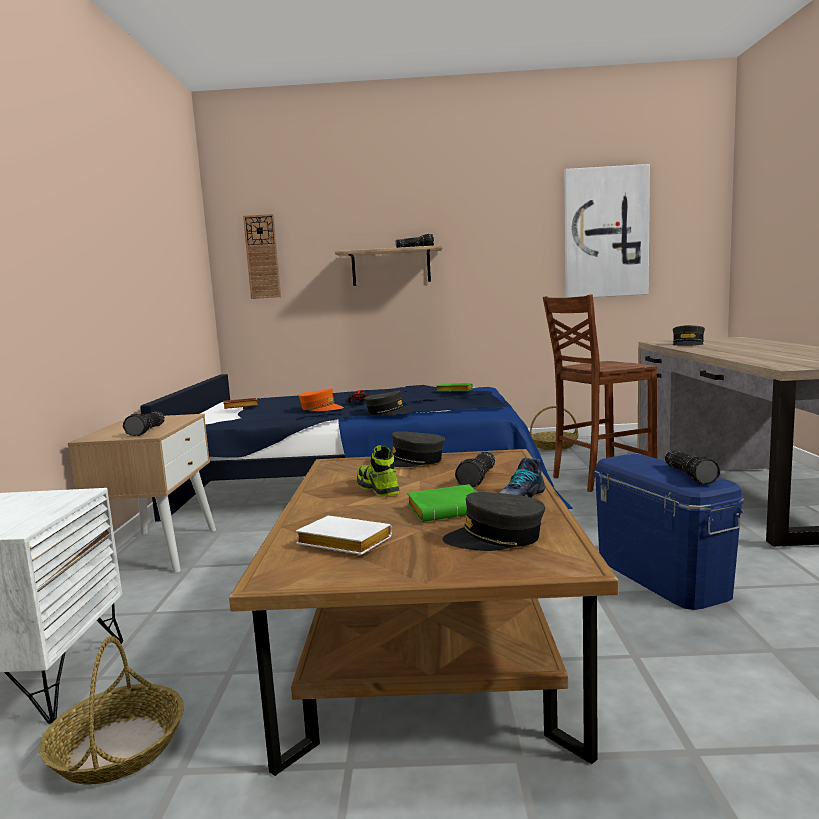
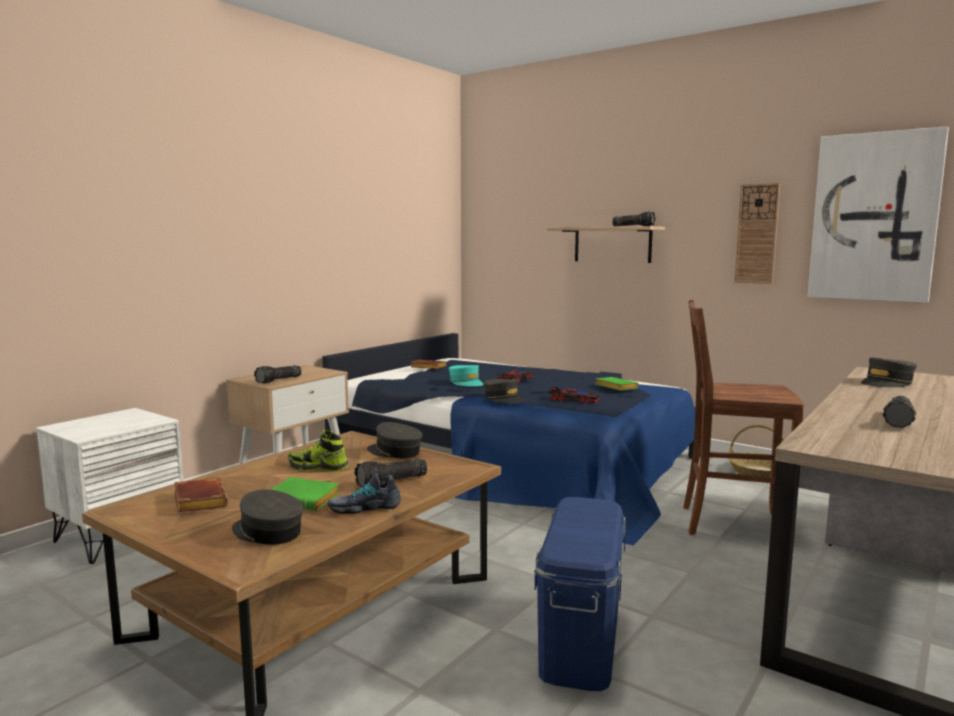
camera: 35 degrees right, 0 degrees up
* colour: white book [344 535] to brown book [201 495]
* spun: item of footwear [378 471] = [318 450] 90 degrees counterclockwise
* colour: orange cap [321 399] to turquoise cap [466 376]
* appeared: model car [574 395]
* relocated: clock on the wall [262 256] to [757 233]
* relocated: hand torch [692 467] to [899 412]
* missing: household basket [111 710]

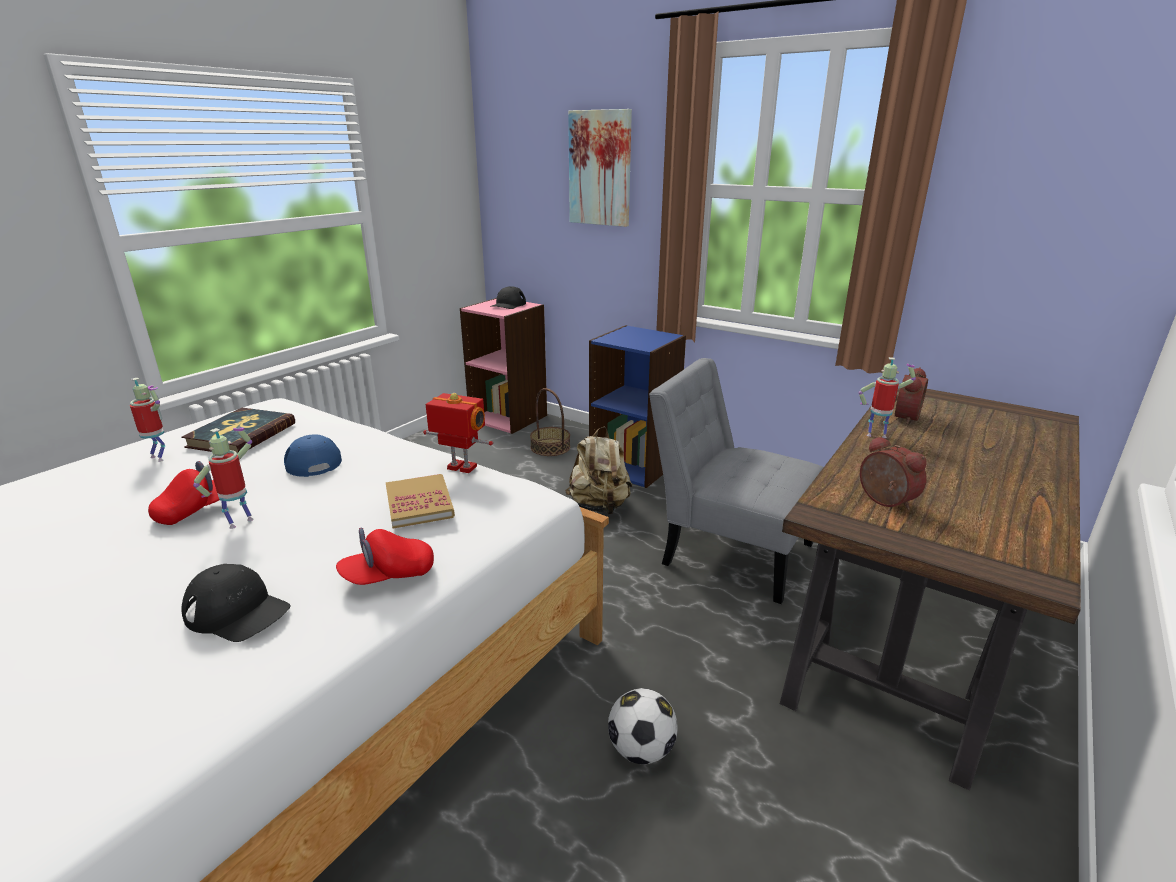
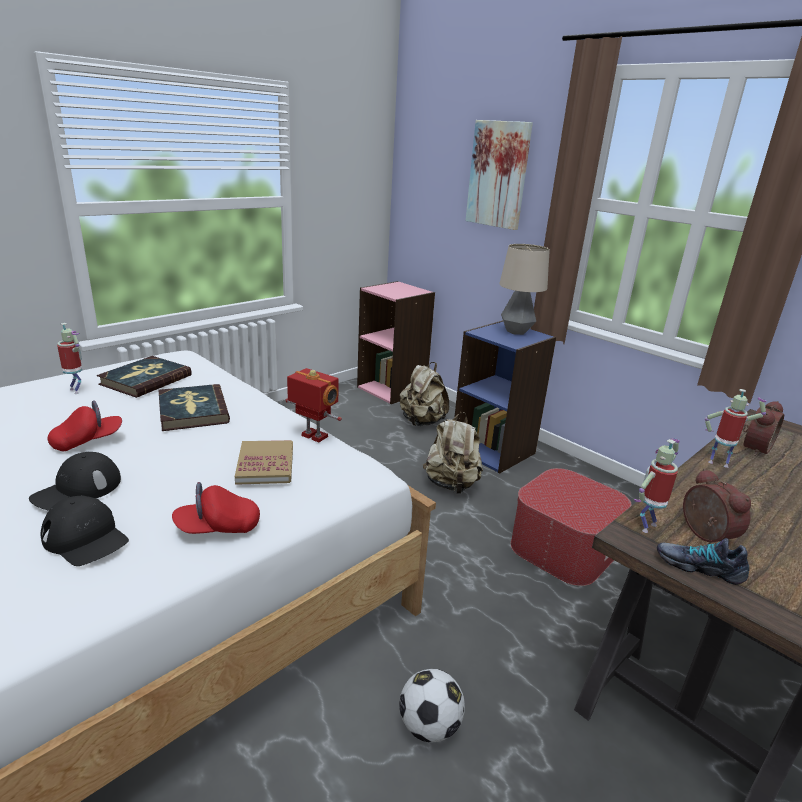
camera: 10 degrees right, 0 degrees up
* relocated: black-coloured cap [508 297] to [75 481]
* exchanged: bluish cap [313 456] to book [194 407]
* exchanged: household basket [550 422] to sand-coloured rucksack [424 394]
* appeared: tabletop lamp [524 289]
* exchanged: grey upright chair [736 481] to ottoman [571 527]
* relocated: toy robot [223 478] to [657 485]
* appeared: item of footwear [703 561]

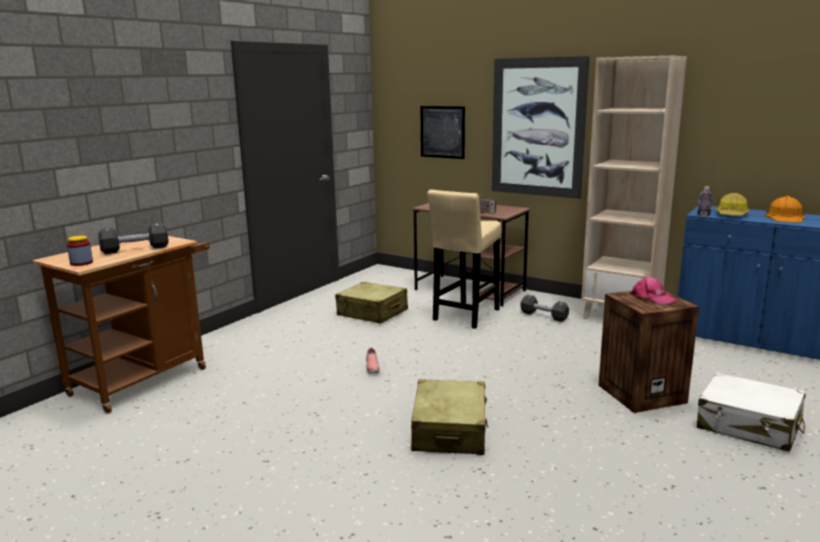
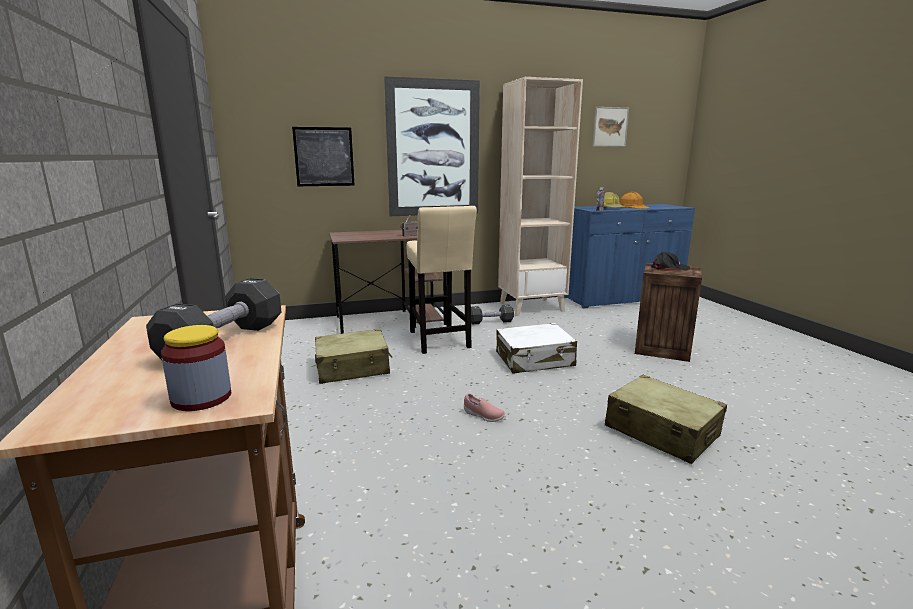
camera: 50 degrees left, 0 degrees up
* relocated: white suitcase [751 412] to [536 348]
* appeared: picture [611 127]
* colour: pink cap [653 290] to black-coloured cap [670 261]

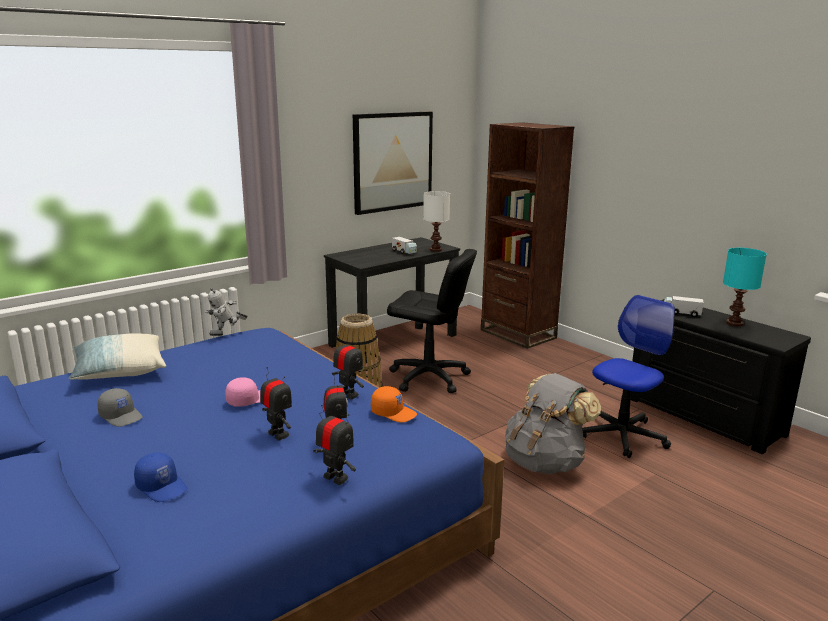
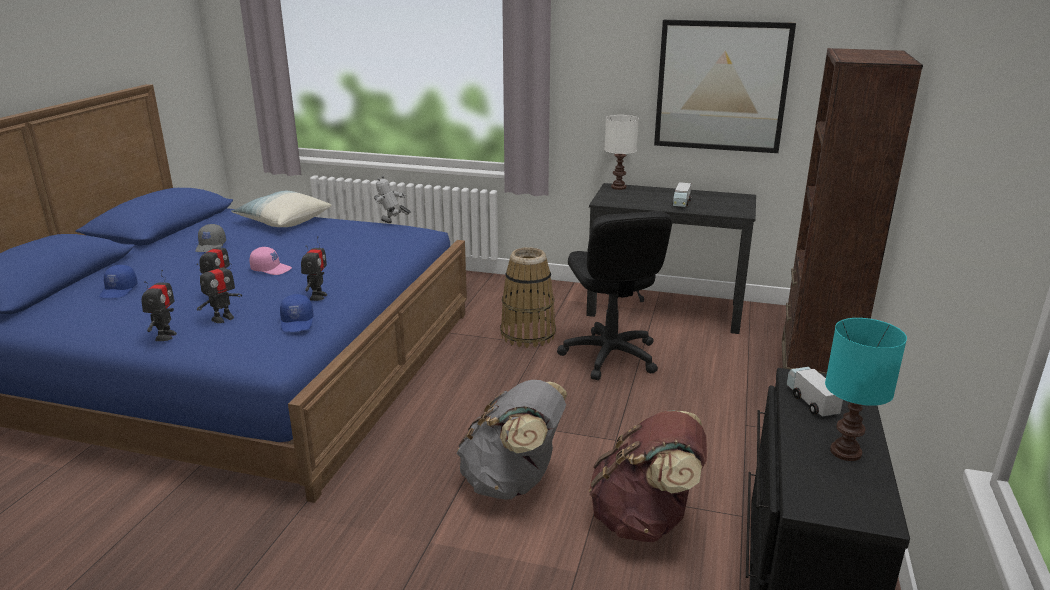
camera: 55 degrees right, 5 degrees up
* colour: orange cap [394 404] to bluish cap [297 313]
* exchanged: computer chair [628 376] to brown rucksack [648 476]
* relocated: white tabletop lamp [436 221] to [621 152]

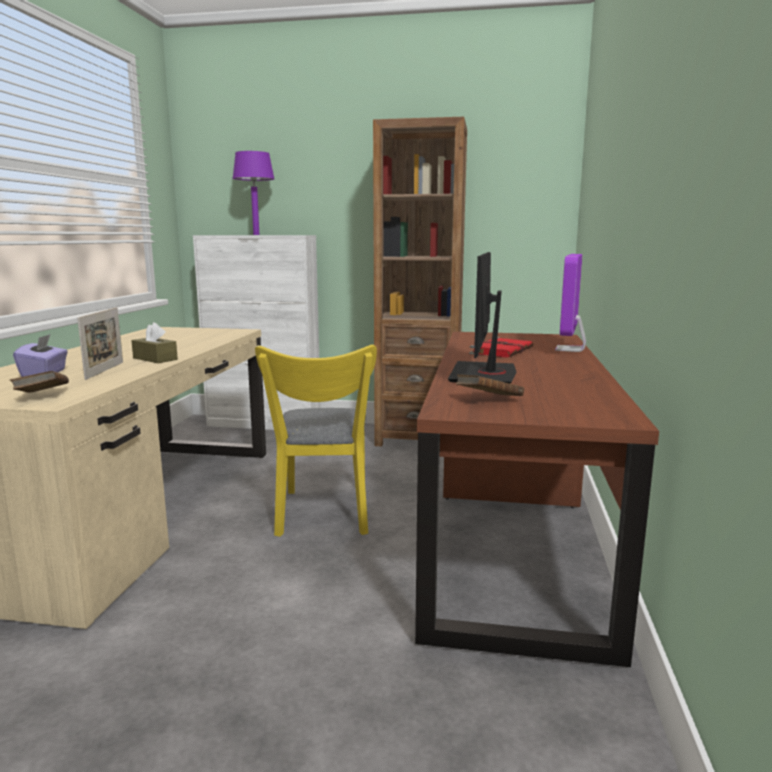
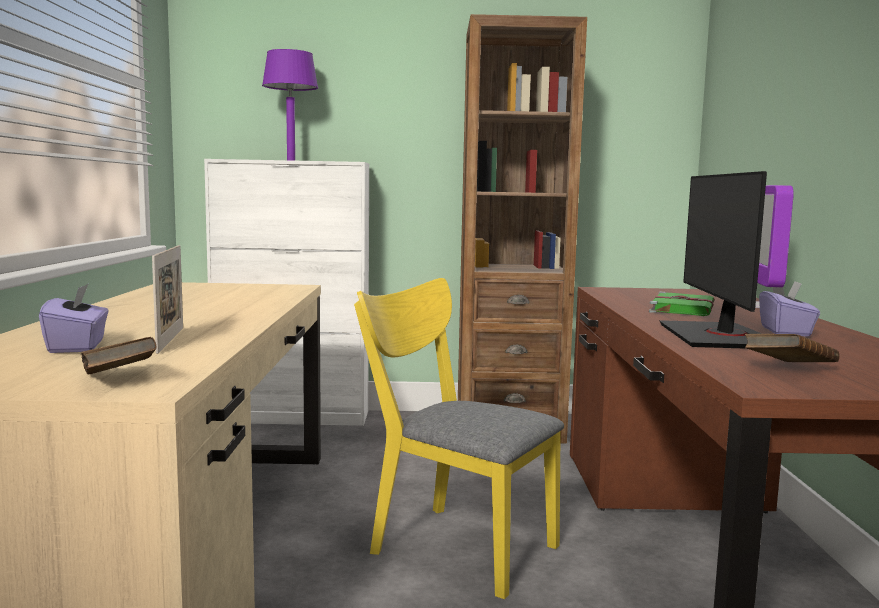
camera: 10 degrees left, 5 degrees down
* spun: yellow-coloured upright chair [316 441] = [459 438] 135 degrees clockwise
* colour: reddish book [501 347] to green book [682 304]
* appeared: purple tissue holder [789 309]
* missing: brown tissue holder [154 342]

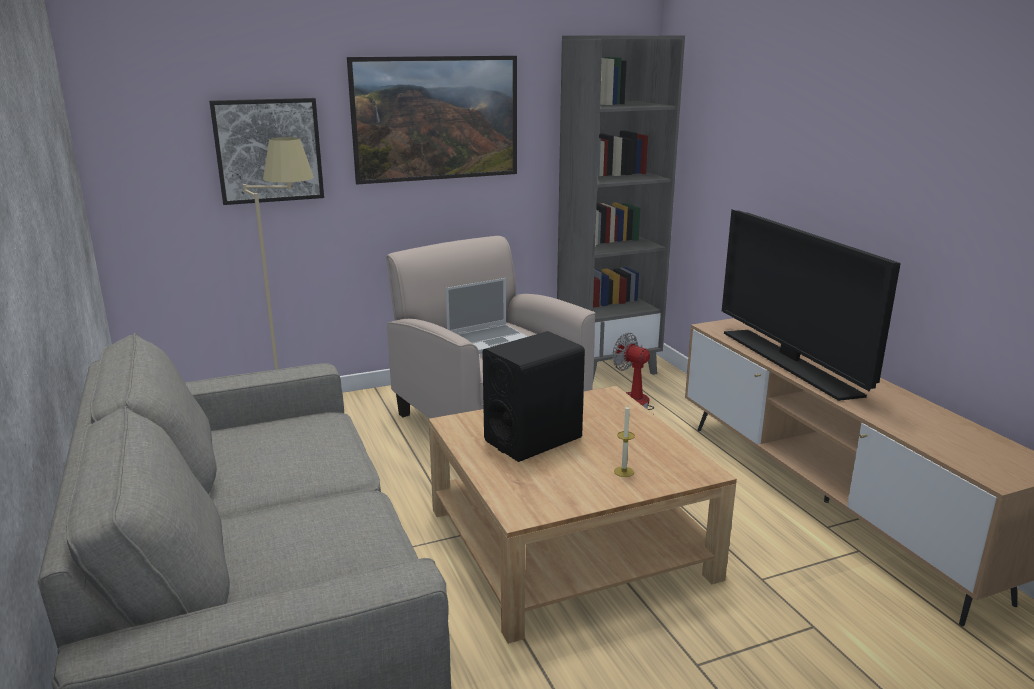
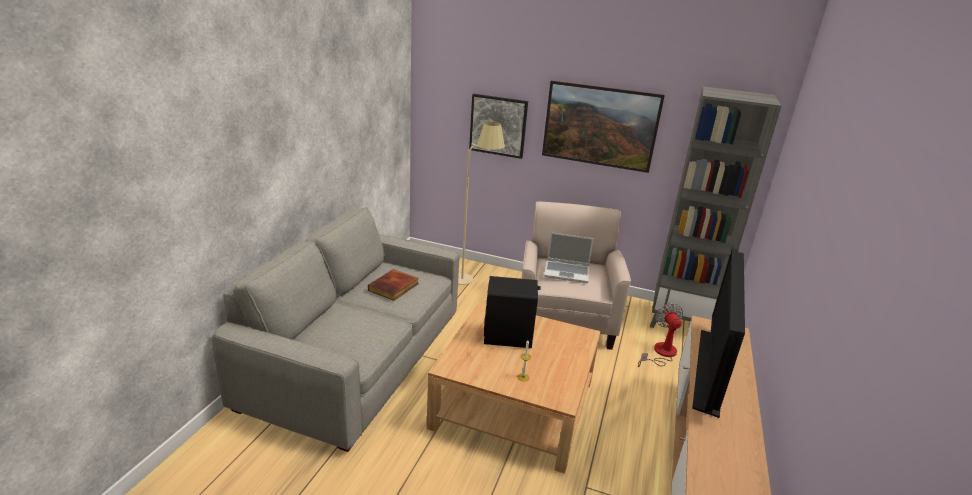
camera: 40 degrees right, 5 degrees up
* appeared: book [393 285]

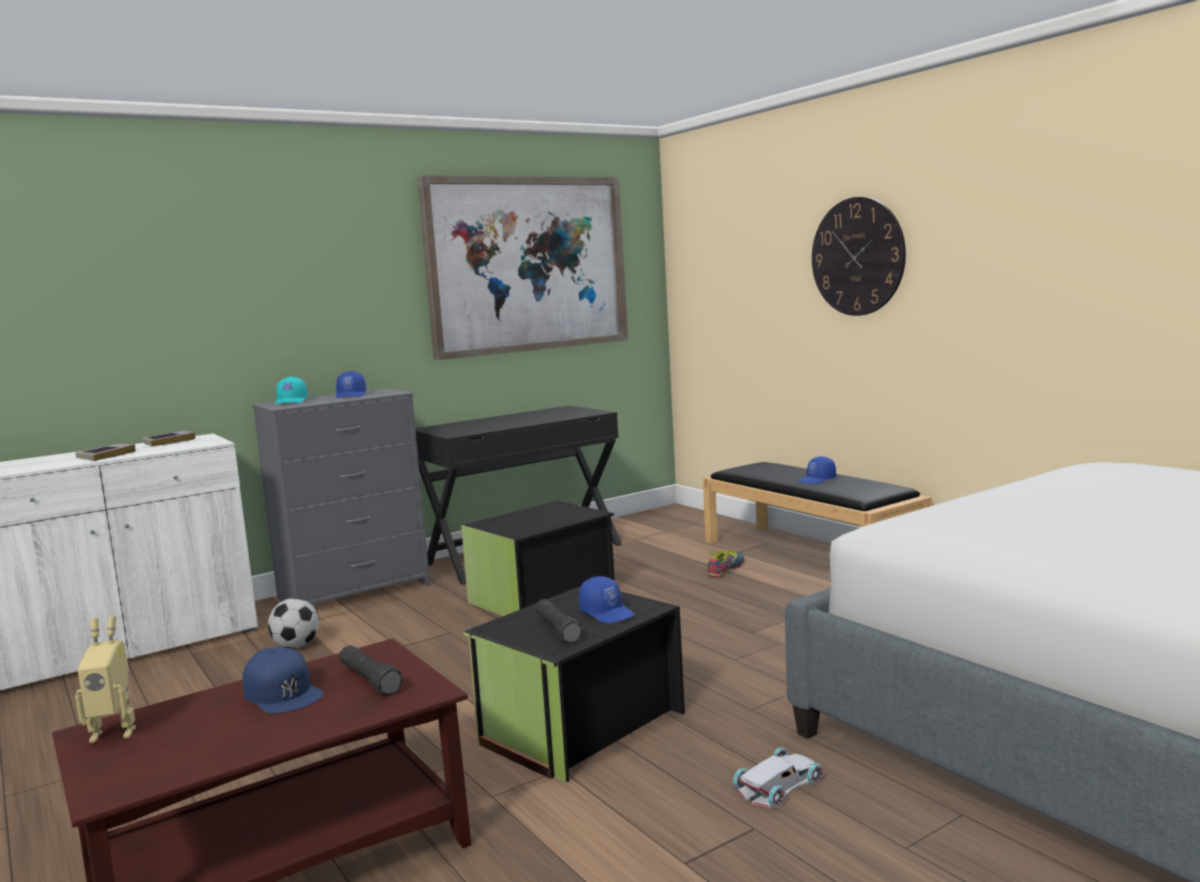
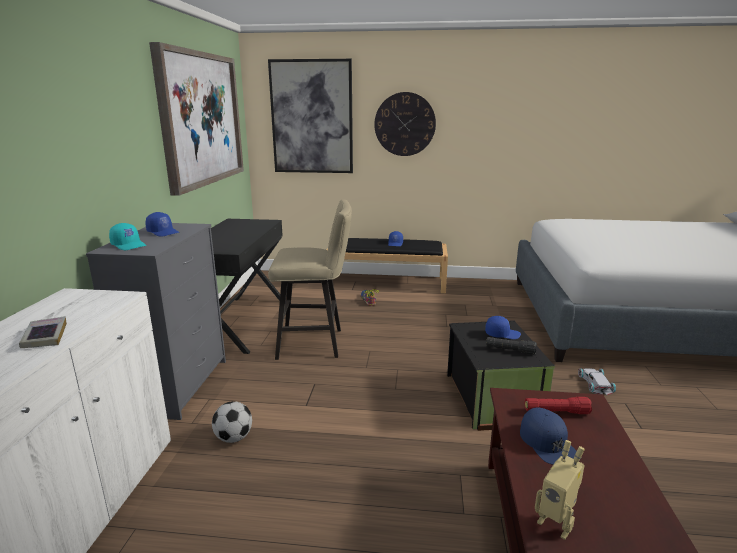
camera: 50 degrees left, 10 degrees up
* appeared: picture [310 116]
* exchanged: black-coloured storage box [538 558] to sand-coloured stool [310 280]
* spun: bluish cap [283 680] = [548 436] 75 degrees clockwise
* colour: black-coloured hand torch [371 670] to reddish hand torch [558 405]
* spun: toy robot [105 679] = [560 490] 105 degrees clockwise
* missing: book [168 439]

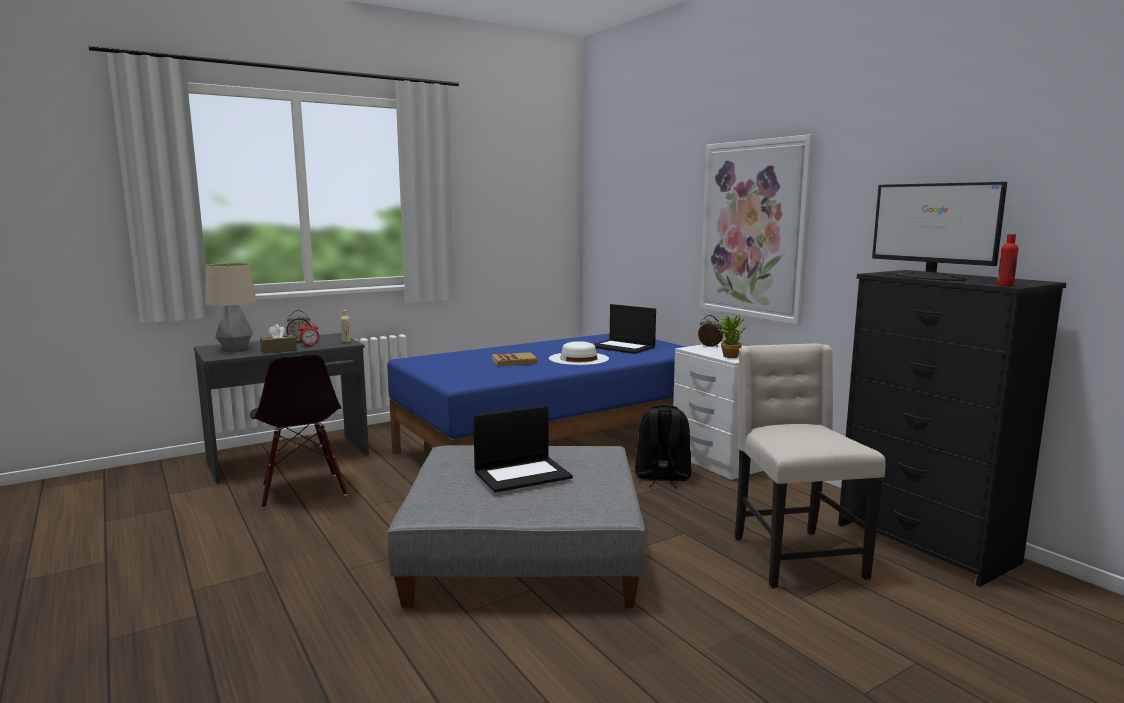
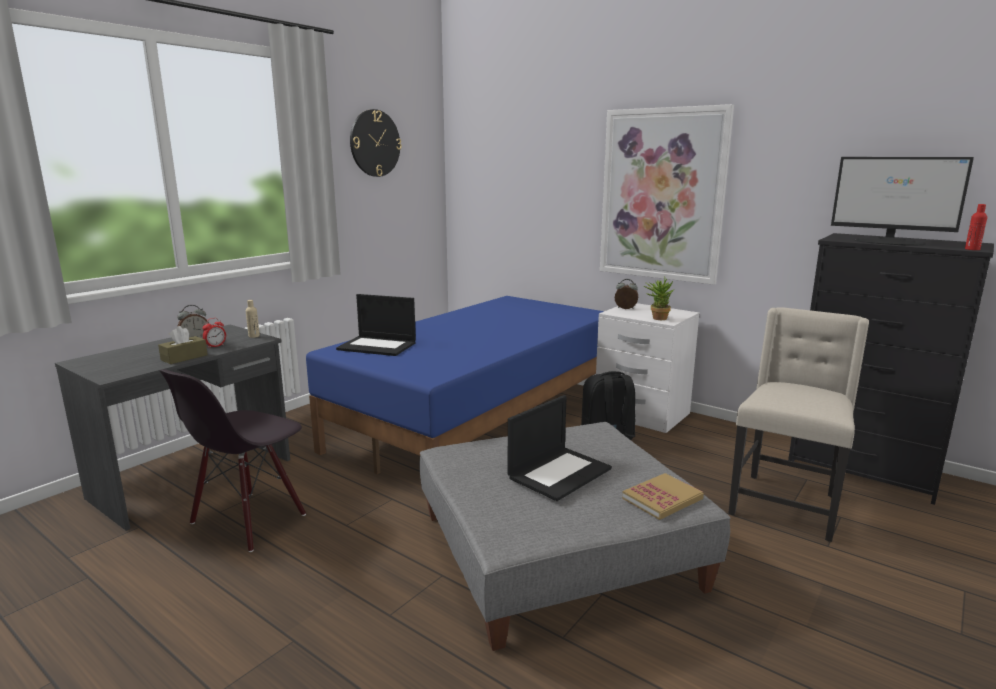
camera: 20 degrees left, 5 degrees up
* spun: black-coloured upright chair [299 431] = [232 460] 75 degrees clockwise
* relocated: portable computer [625 329] to [376 325]
* appeared: clock on the wall [376 143]
* relocated: book [515 359] to [663 496]
* spun: sand-coloured upright chair [810 466] = [798 424] 60 degrees clockwise
* missing: tabletop lamp [231 307]
* missing: white clothing hat [579 353]

